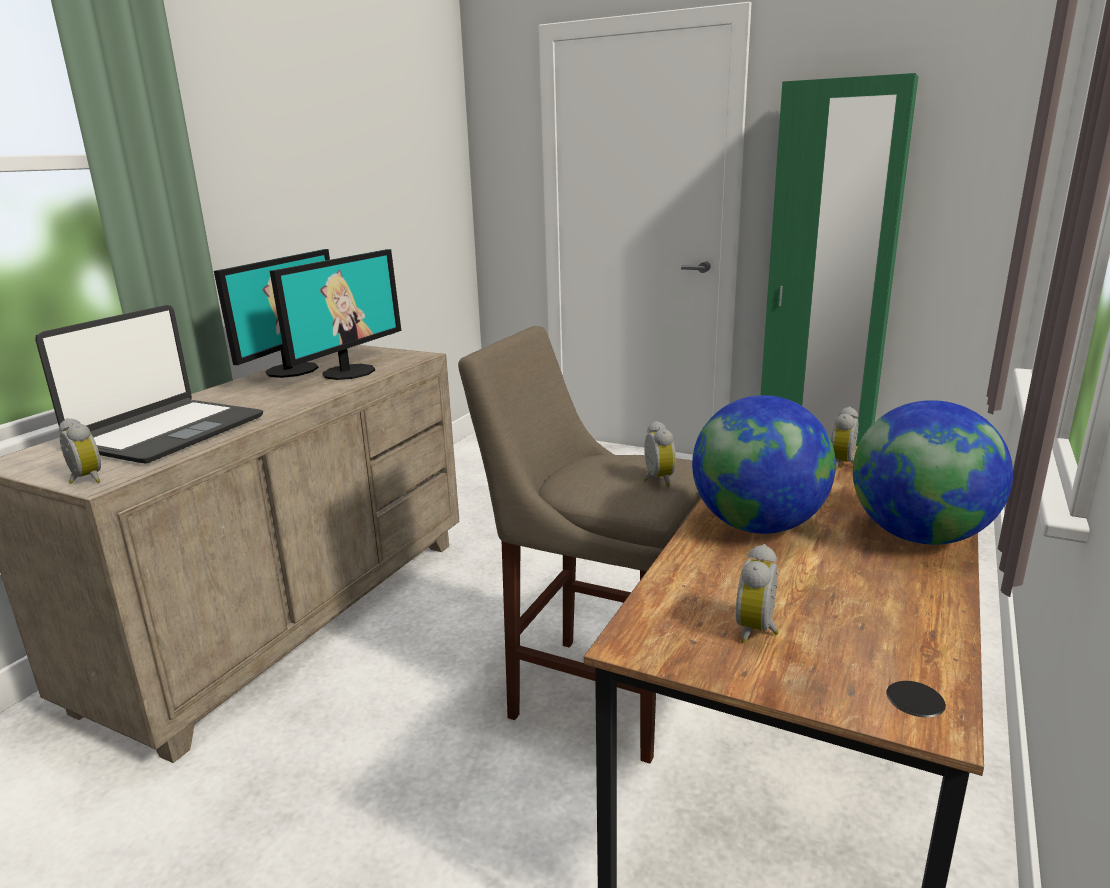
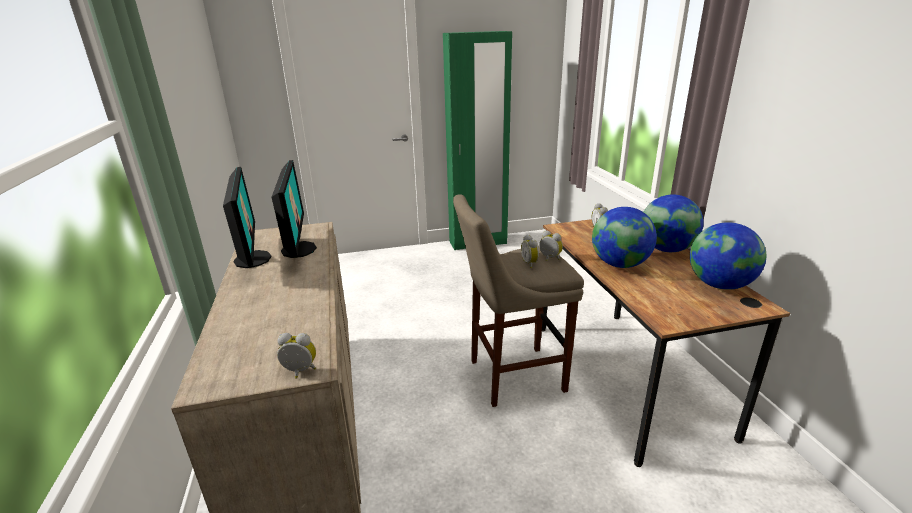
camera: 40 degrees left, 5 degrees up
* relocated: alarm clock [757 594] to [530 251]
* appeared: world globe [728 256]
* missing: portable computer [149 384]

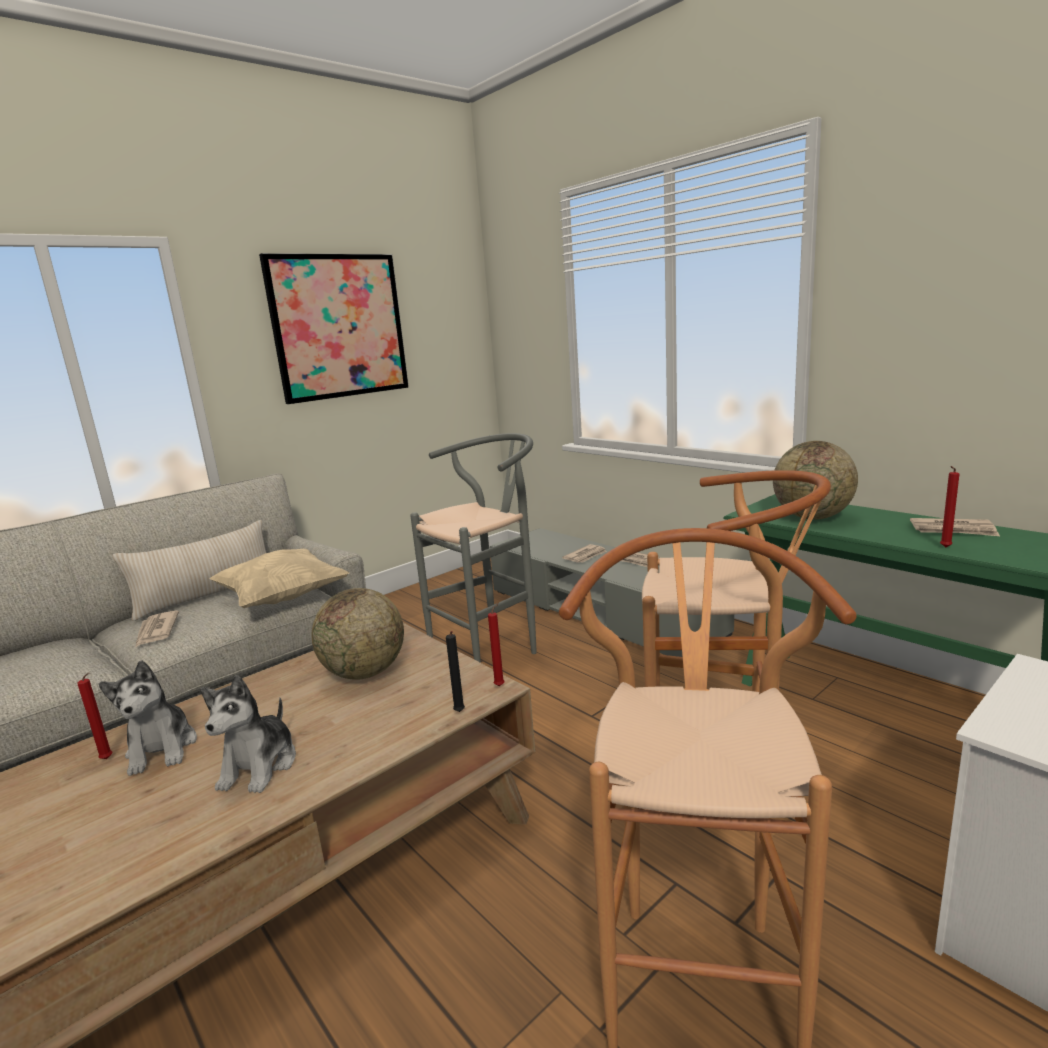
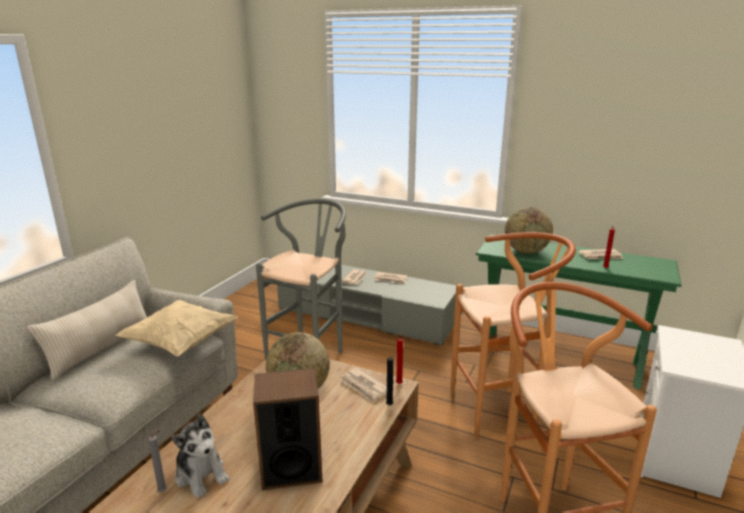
camera: 25 degrees left, 5 degrees up
* colour: reddish candle [94 716] to grey candle [157 461]
* exchanged: soft toy [248 734] to speaker [288 429]
* relocated: daily paper [157 629] to [363 385]
* missing: picture [334 328]

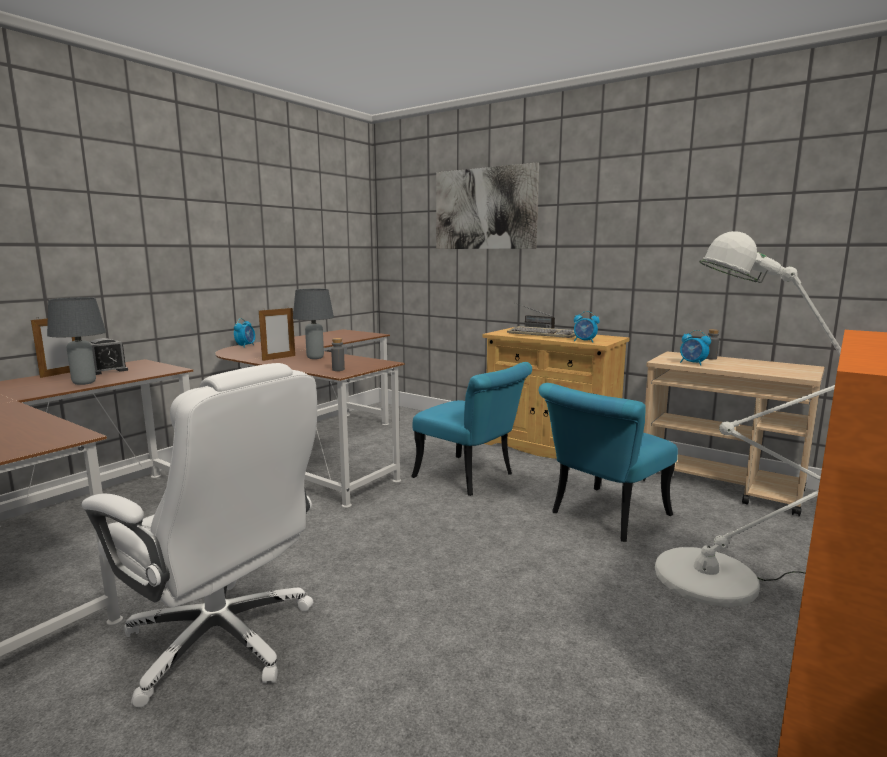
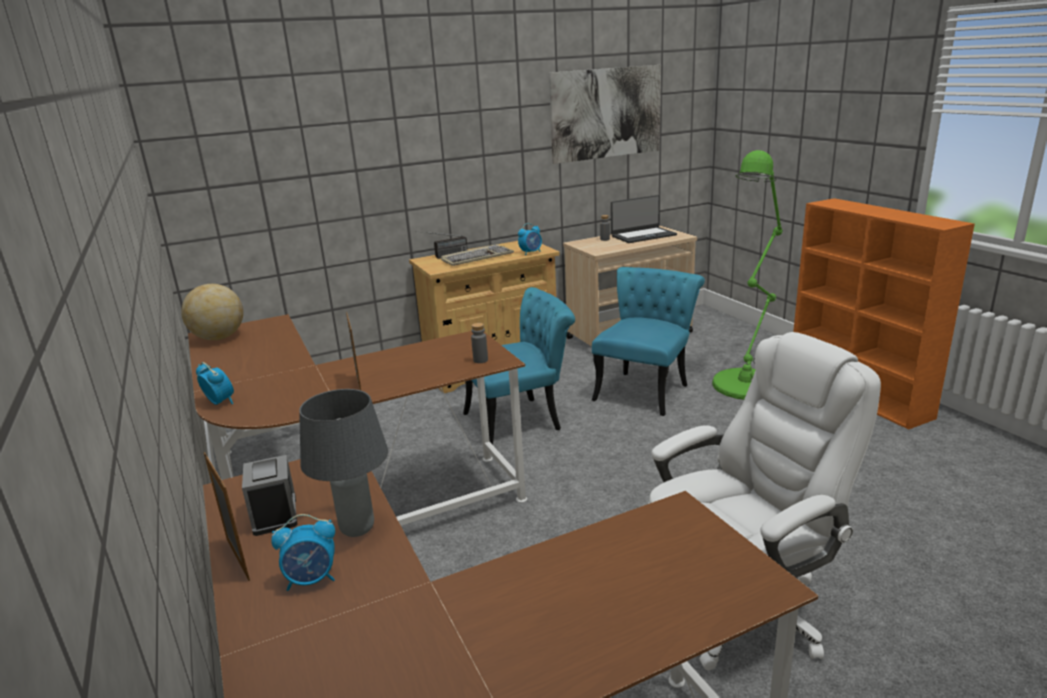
camera: 60 degrees left, 10 degrees up
* appeared: world globe [212 312]
* relocated: alarm clock [695 347] to [303 552]
* relocated: picture [487 205] to [605 114]
* spun: turquoise upright chair [608 462] = [648 341] 135 degrees counterclockwise
* appeared: portable computer [644 219]
* colour: white standard lamp [748 419] to green standard lamp [747 275]
* missing: grey tabletop lamp [313 324]

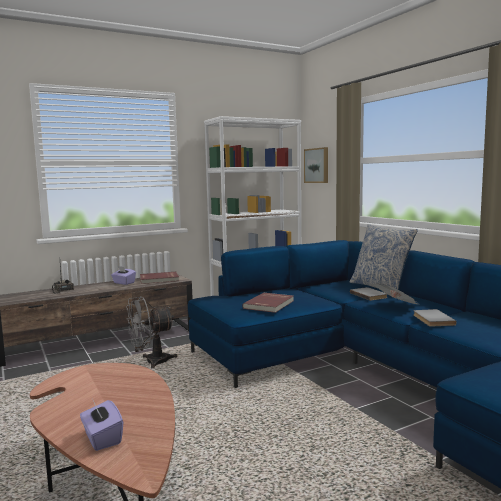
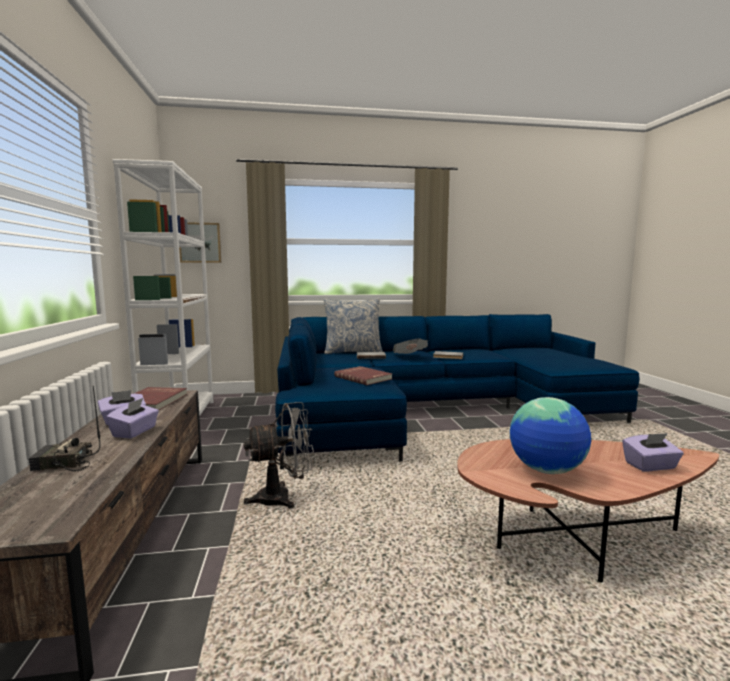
camera: 70 degrees left, 0 degrees up
* appeared: purple tissue holder [132 418]
* spun: grey electric fan [151 332] = [279 455] 105 degrees counterclockwise
* appeared: world globe [550 435]

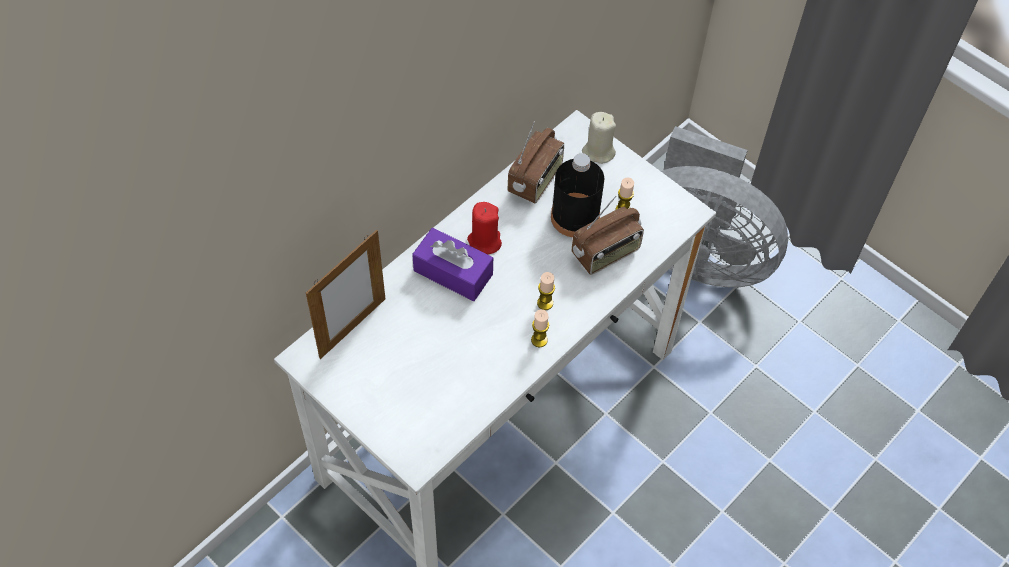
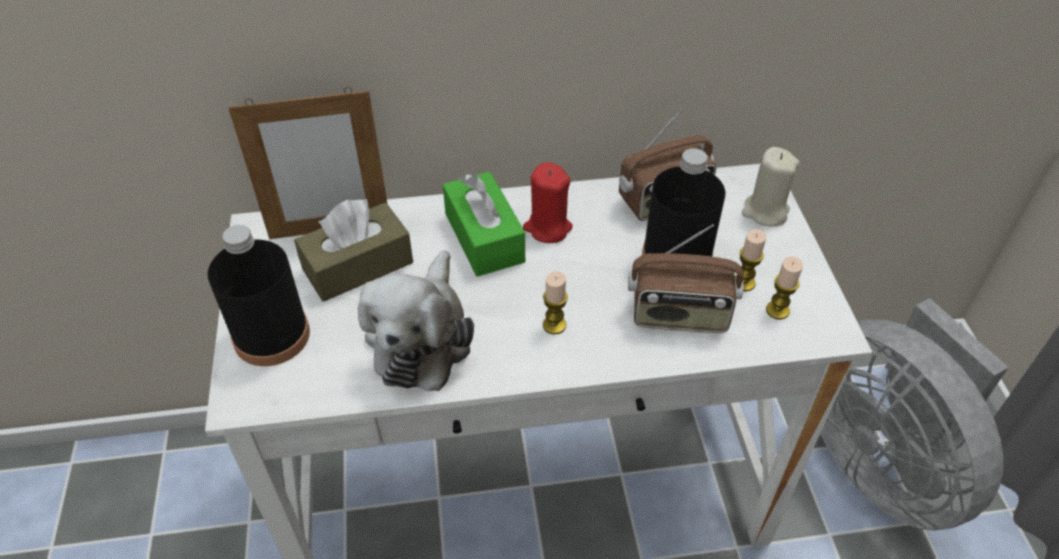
camera: 40 degrees right, 10 degrees down
* appeared: black-coloured beverage bottle [259 295]
* appeared: brown tissue holder [353 250]
* appeared: soft toy [416 320]
* colour: purple tissue holder [452 264] to green tissue holder [484 224]
* relocated: candle [540 328] to [784 288]

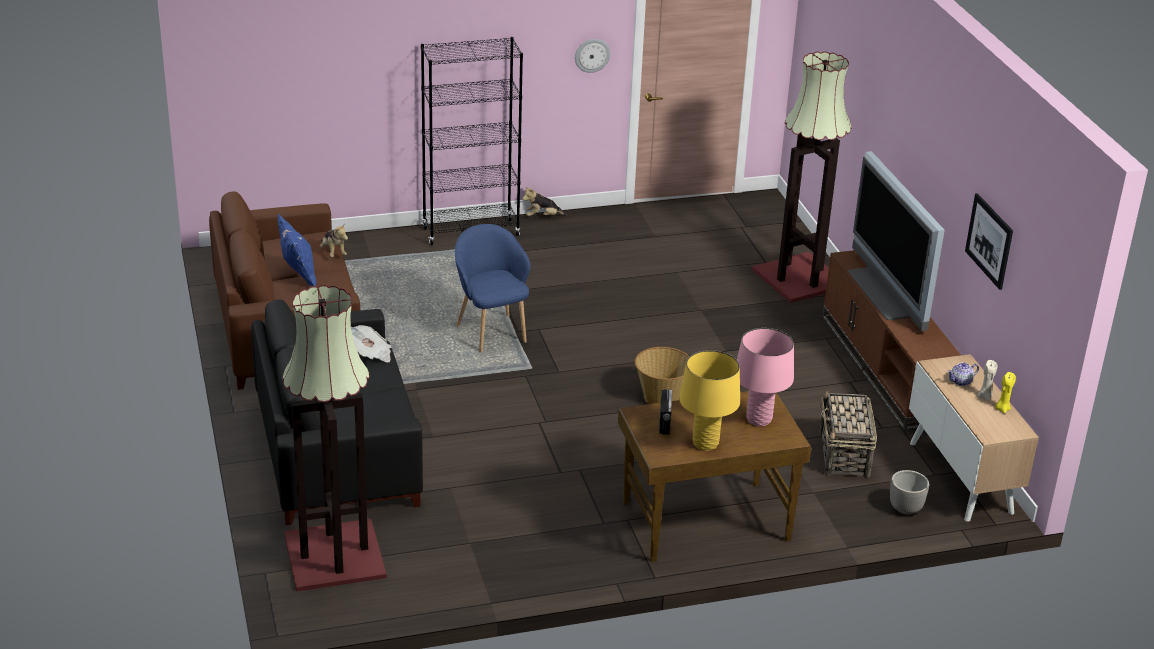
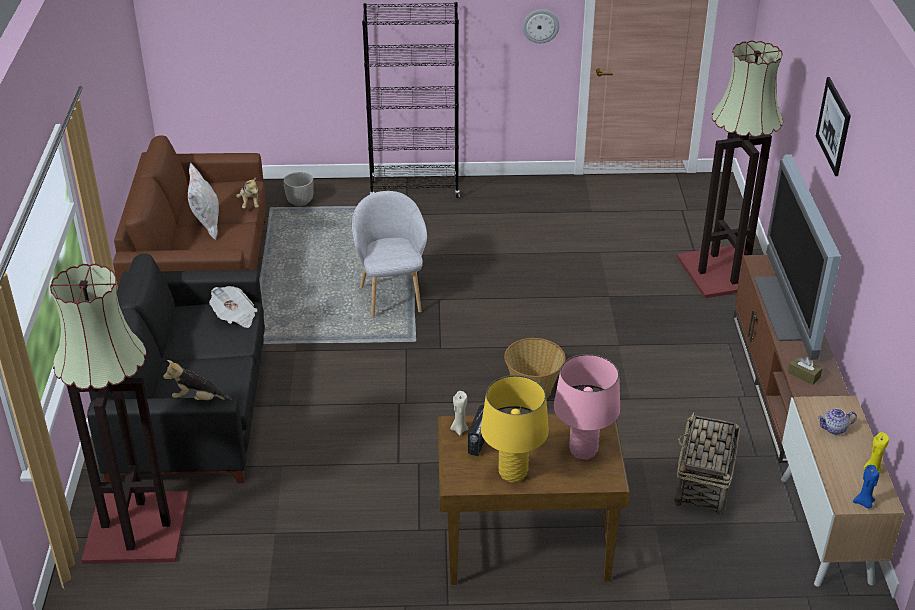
camera: 15 degrees right, 5 degrees up
* relocated: soft toy [544 201] to [197 380]
* colour: bluish pillow [297 250] to white pillow [203 201]
* relocated: plant pot [909 492] to [299 189]
* colour: bluish lounge chair [492 288] to grey lounge chair [389 254]
* relocated: sand-coloured candle [988 380] to [459 413]
* appeared: brown tissue holder [805 370]
* relocated: picture [989 241] to [833 126]
* appeared: bluish candle [866 486]

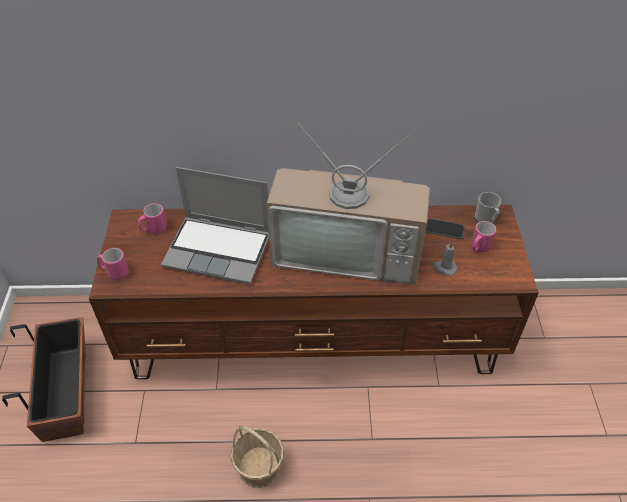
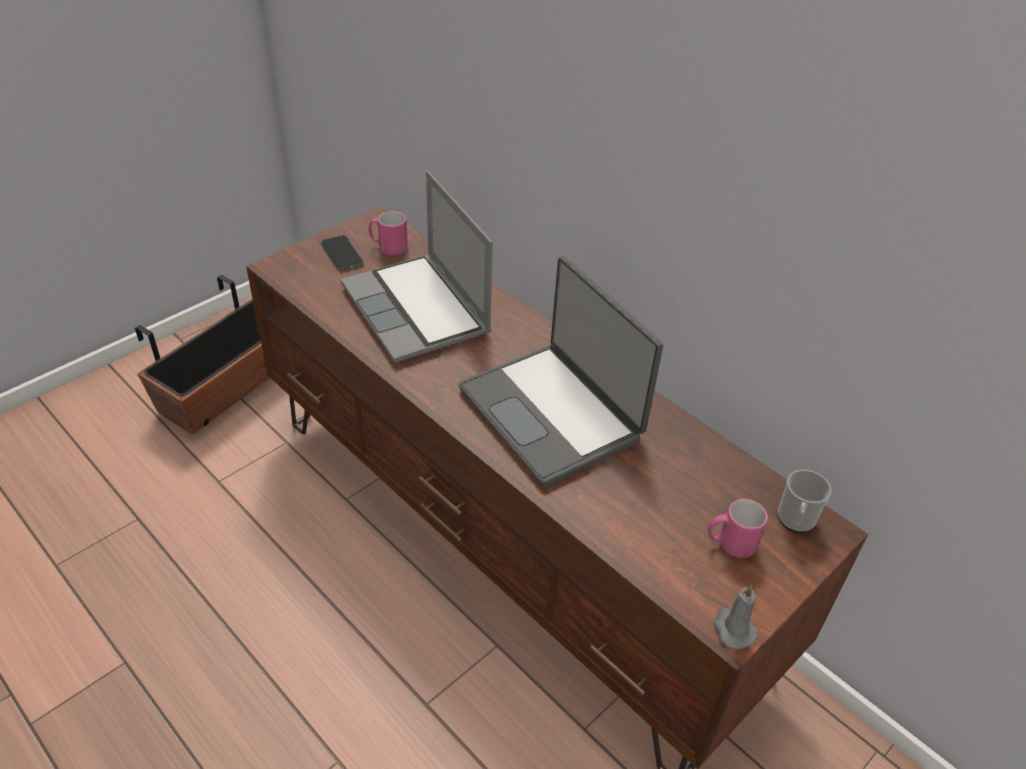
camera: 45 degrees right, 5 degrees down
* relocated: phone [445 229] to [342 253]
* exchanged: TV set [348 204] to portable computer [560 371]
* relocated: grey candle [445 258] to [736 617]
* missing: pink coffee mug [113 264]
* missing: household basket [257 456]

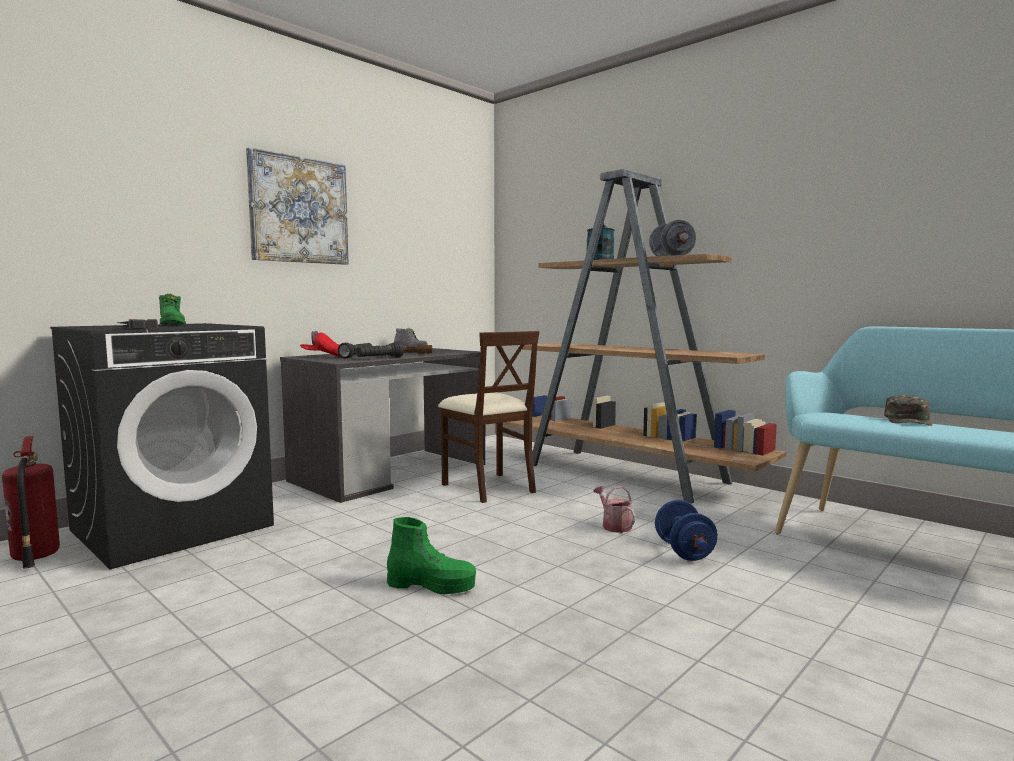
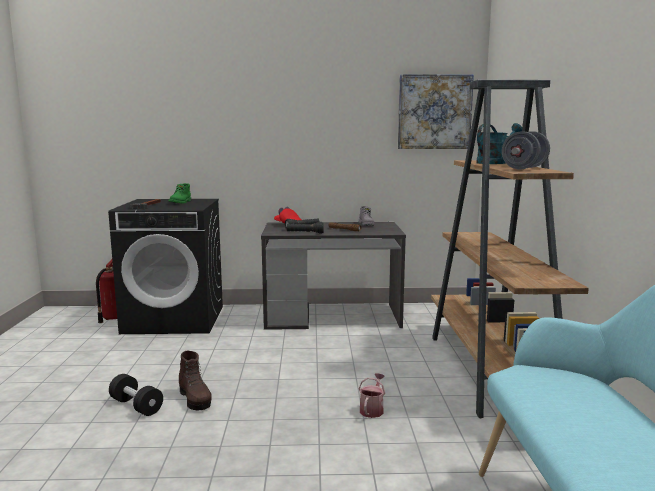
camera: 45 degrees right, 5 degrees up
* appeared: black-coloured free weight [136 395]
* colour: green high-top boot [431 555] to brown high-top boot [195 380]
* relocated: picture [297 206] to [436 111]
* missing: sand-coloured upright chair [488 417]
* missing: bluish free weight [686 530]
* missing: green cap [908 410]

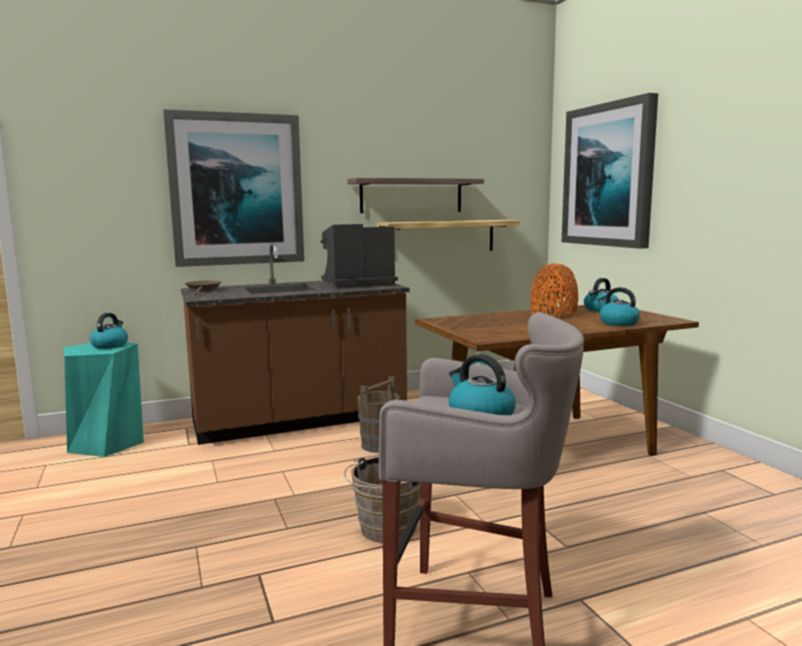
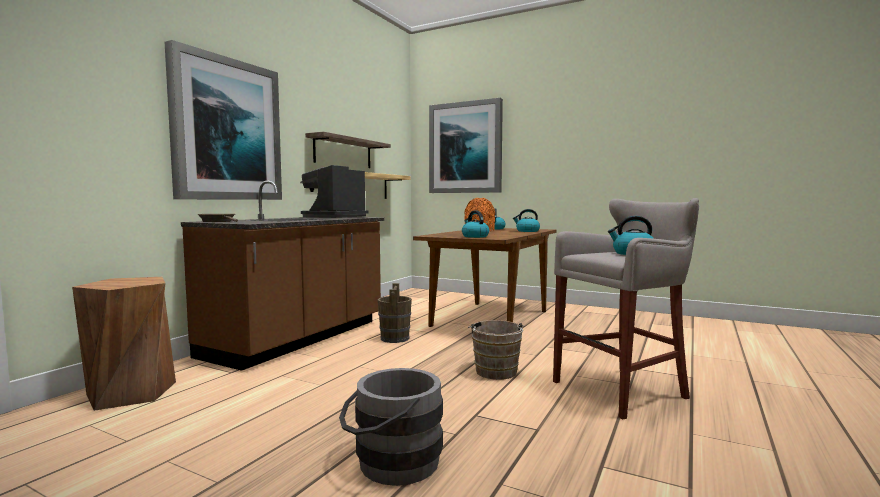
camera: 40 degrees left, 5 degrees down
* colour: turquoise stool [103 399] to brown stool [124 344]
* appeared: grey bucket [391 427]
* relocated: water kettle [109 331] to [475 224]

